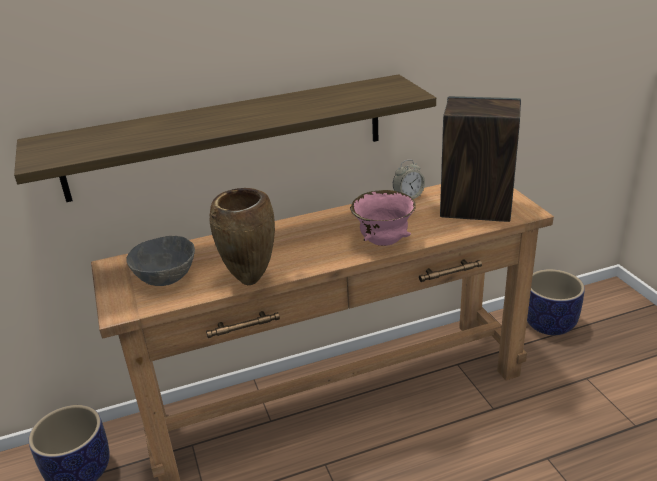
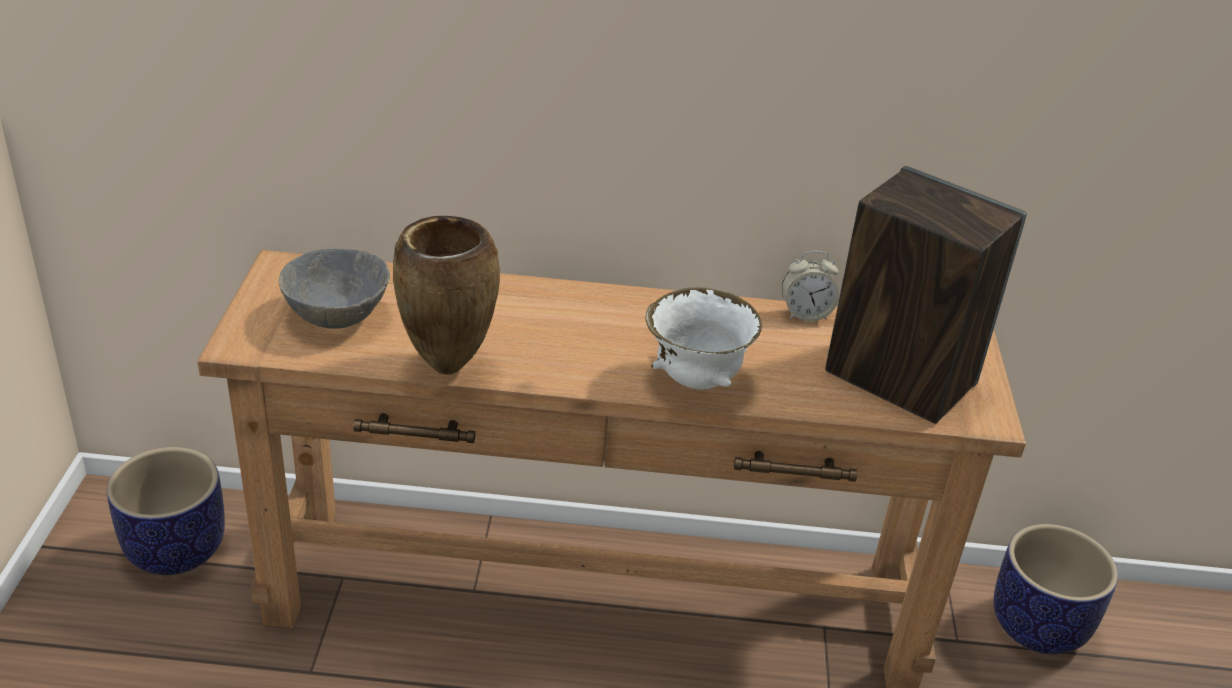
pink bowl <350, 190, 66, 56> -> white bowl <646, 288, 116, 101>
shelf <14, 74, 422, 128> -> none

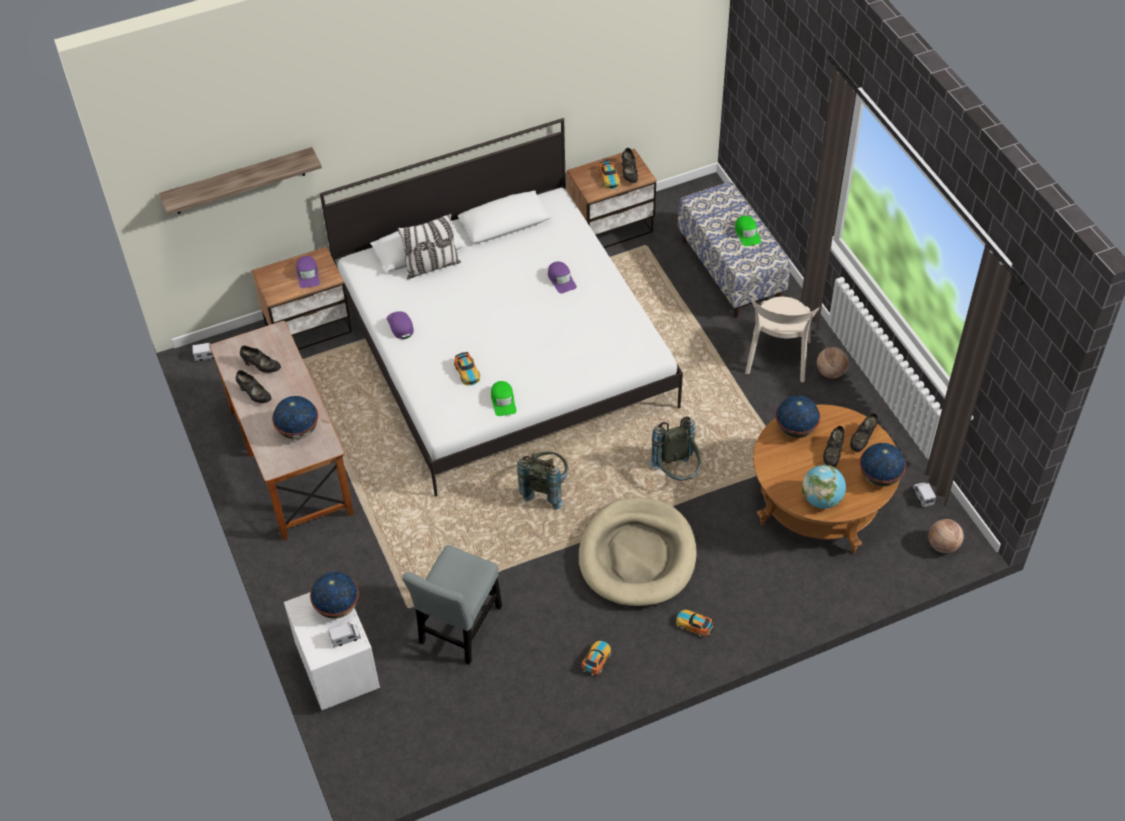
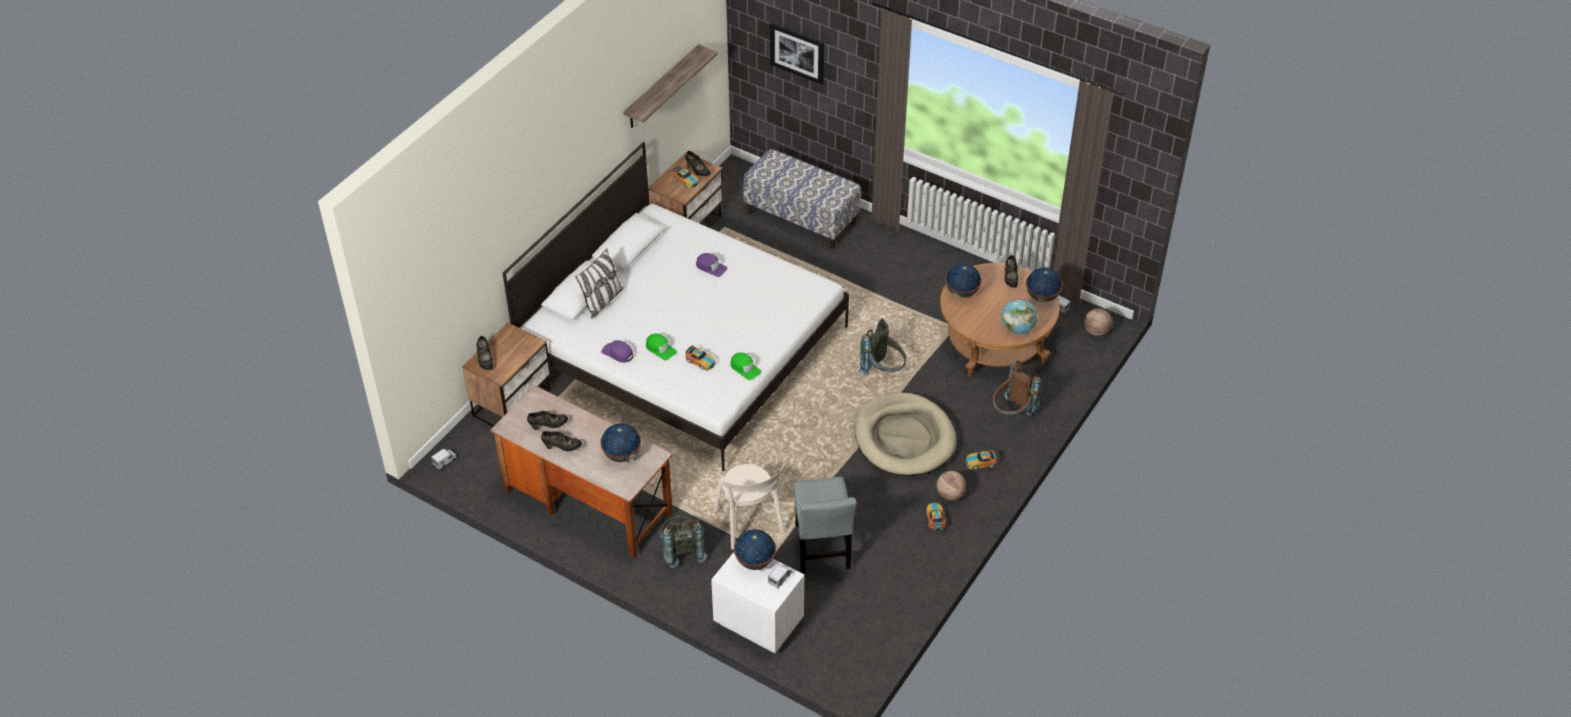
black shoe <823, 426, 21, 41> -> black shoe <477, 336, 16, 34>, relocated
shelf <159, 147, 163, 68> -> shelf <624, 44, 94, 84>, relocated
green cap <735, 215, 26, 31> -> green cap <646, 334, 31, 27>, relocated
grey backpack <517, 451, 51, 59> -> grey backpack <660, 516, 47, 52>, relocated
beige chair <745, 297, 74, 85> -> beige chair <714, 463, 71, 87>, relocated
none -> picture <770, 23, 54, 62>
basketball <817, 347, 31, 31> -> basketball <937, 471, 29, 30>, relocated
none -> brown backpack <993, 360, 49, 56>
purple cap <296, 256, 24, 32> -> none

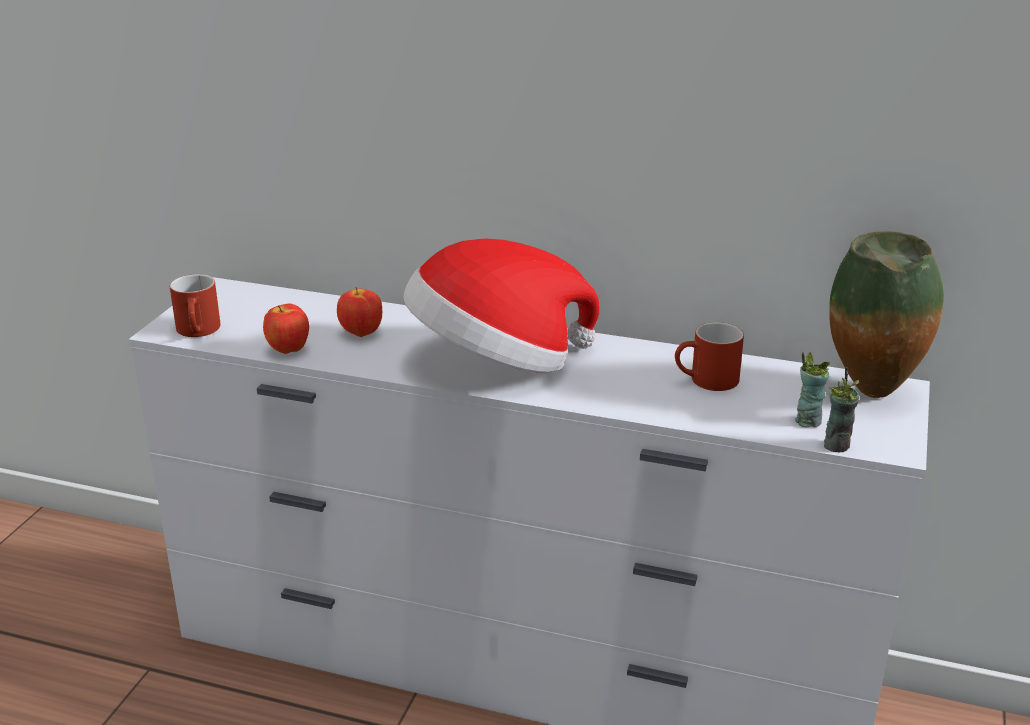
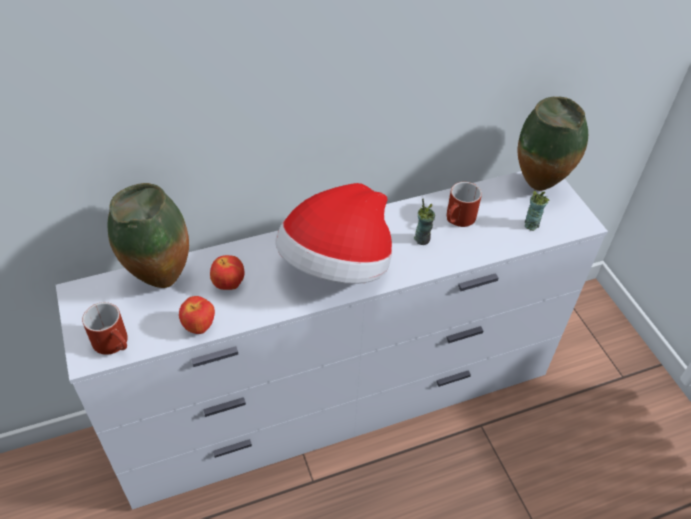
none -> vase <108, 183, 81, 105>
cup <824, 367, 36, 86> -> cup <414, 198, 21, 47>, relocated

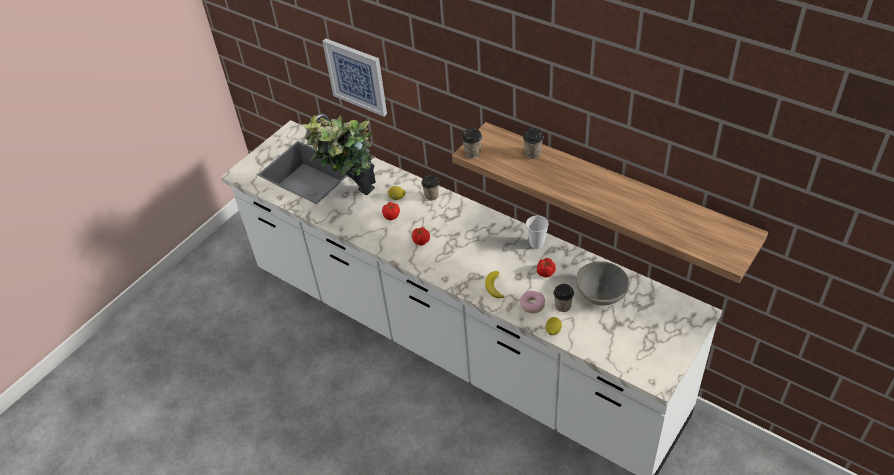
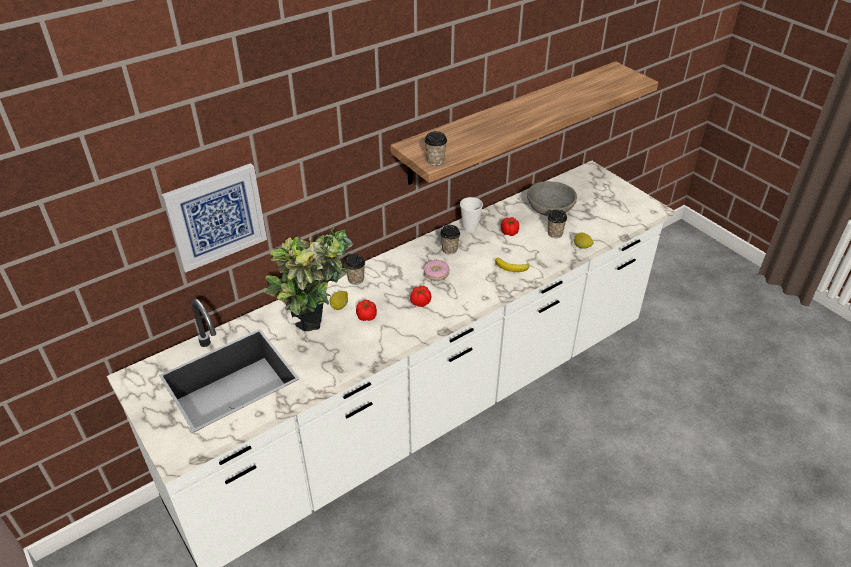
donut <520, 291, 25, 22> -> donut <423, 260, 26, 21>, relocated
cup <523, 128, 21, 31> -> cup <440, 225, 20, 30>, relocated

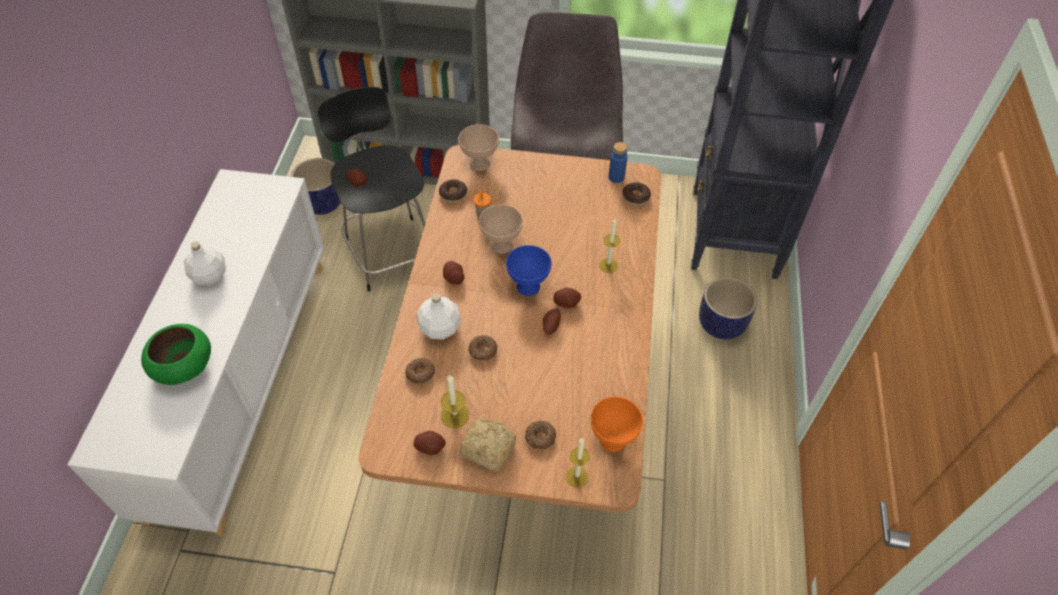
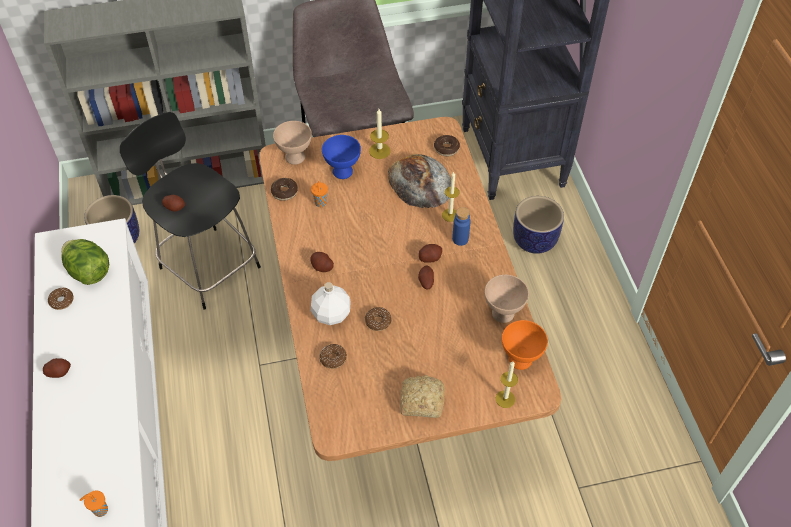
potato <414, 431, 32, 24> -> potato <43, 358, 28, 20>, relocated
donut <525, 421, 31, 29> -> donut <48, 288, 25, 22>, relocated
none -> lettuce <61, 239, 48, 46>
none -> orange cup <80, 491, 28, 26>
blue bowl <506, 245, 46, 51> -> blue bowl <322, 135, 39, 44>, relocated
candle <441, 375, 28, 53> -> candle <369, 109, 22, 50>, relocated
none -> bread <388, 154, 63, 54>
blue bottle <608, 142, 19, 41> -> blue bottle <452, 207, 19, 39>, relocated
beige bowl <479, 204, 44, 50> -> beige bowl <485, 274, 44, 49>, relocated
green bowl <141, 324, 70, 61> -> none
white bottle <184, 242, 42, 43> -> none

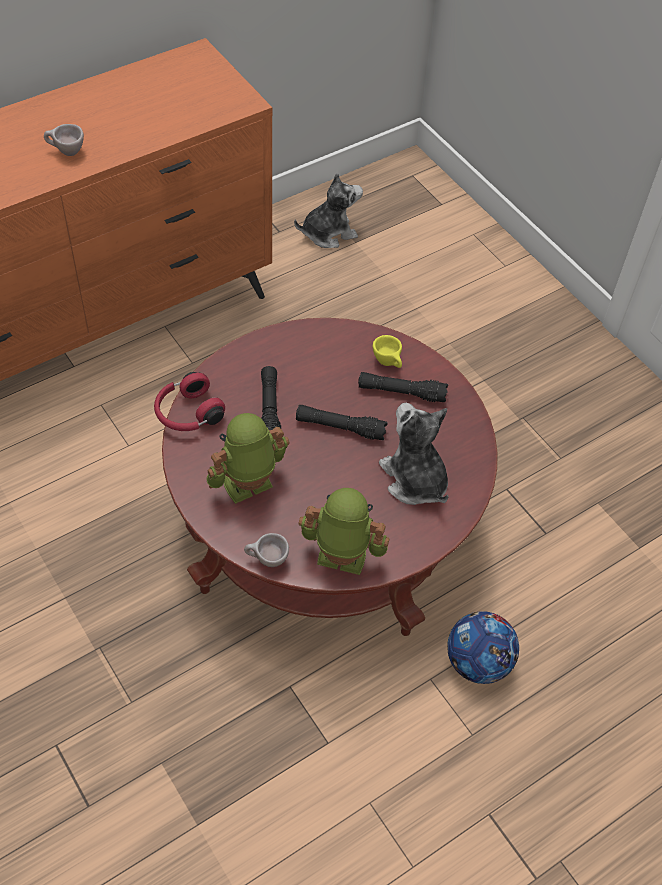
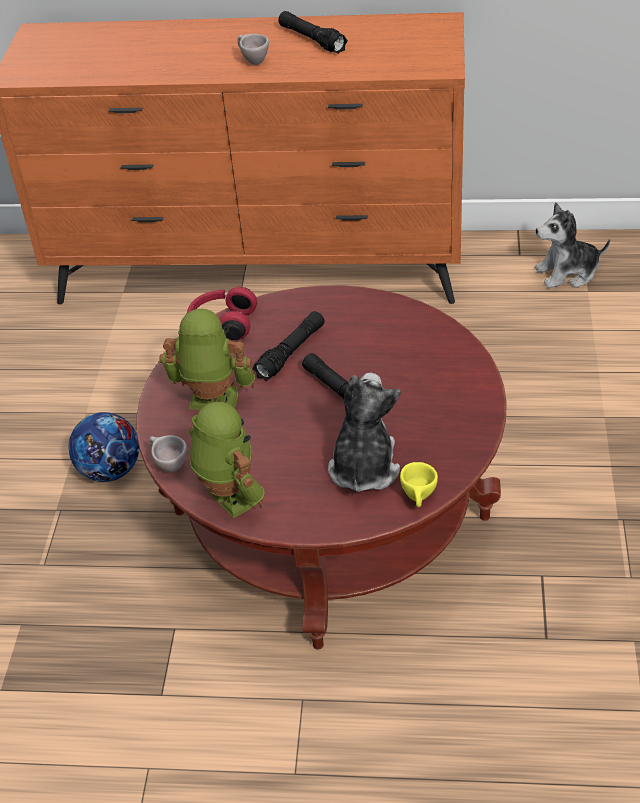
football <447, 611, 72, 73> -> football <69, 412, 70, 70>, relocated
black flashlight <358, 372, 90, 30> -> black flashlight <278, 11, 70, 43>, relocated
yellow cup <373, 335, 29, 33> -> yellow cup <400, 462, 38, 45>, relocated
plush toy <294, 173, 69, 75> -> plush toy <535, 202, 75, 86>, 150 degrees clockwise

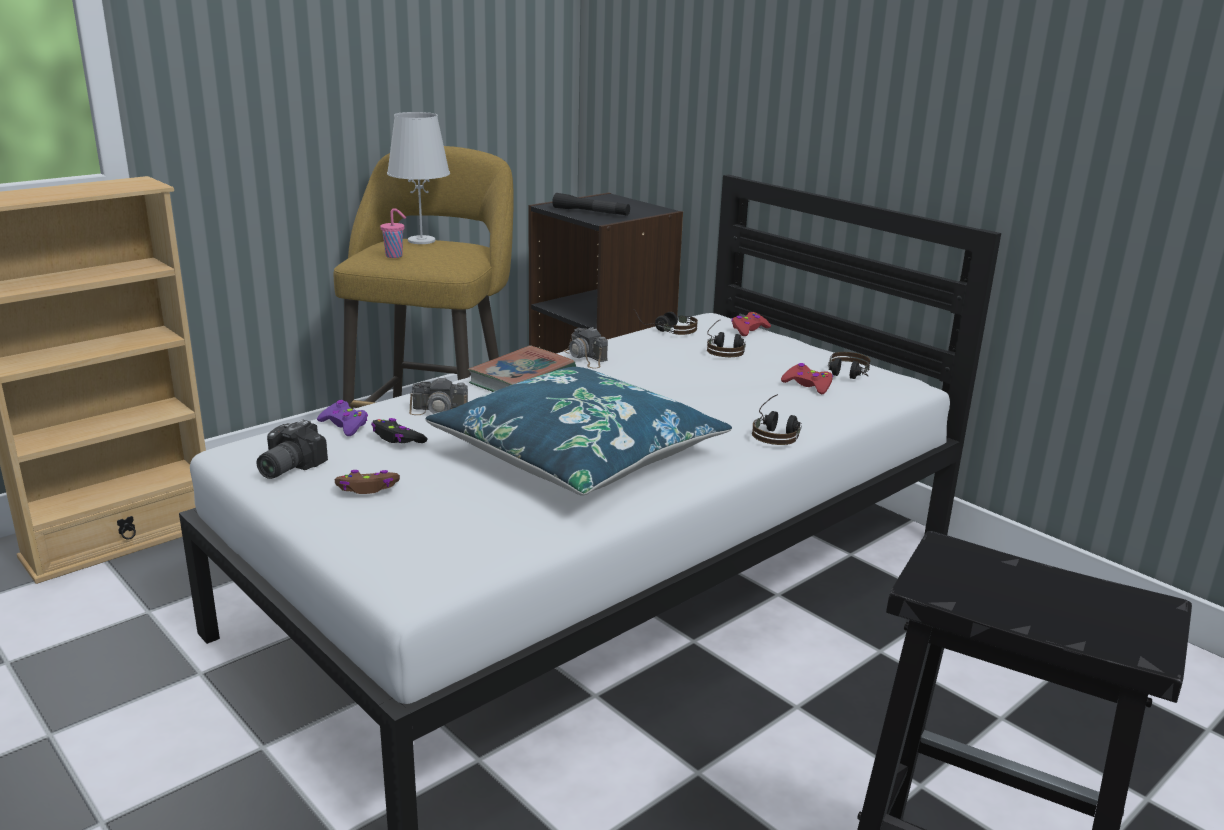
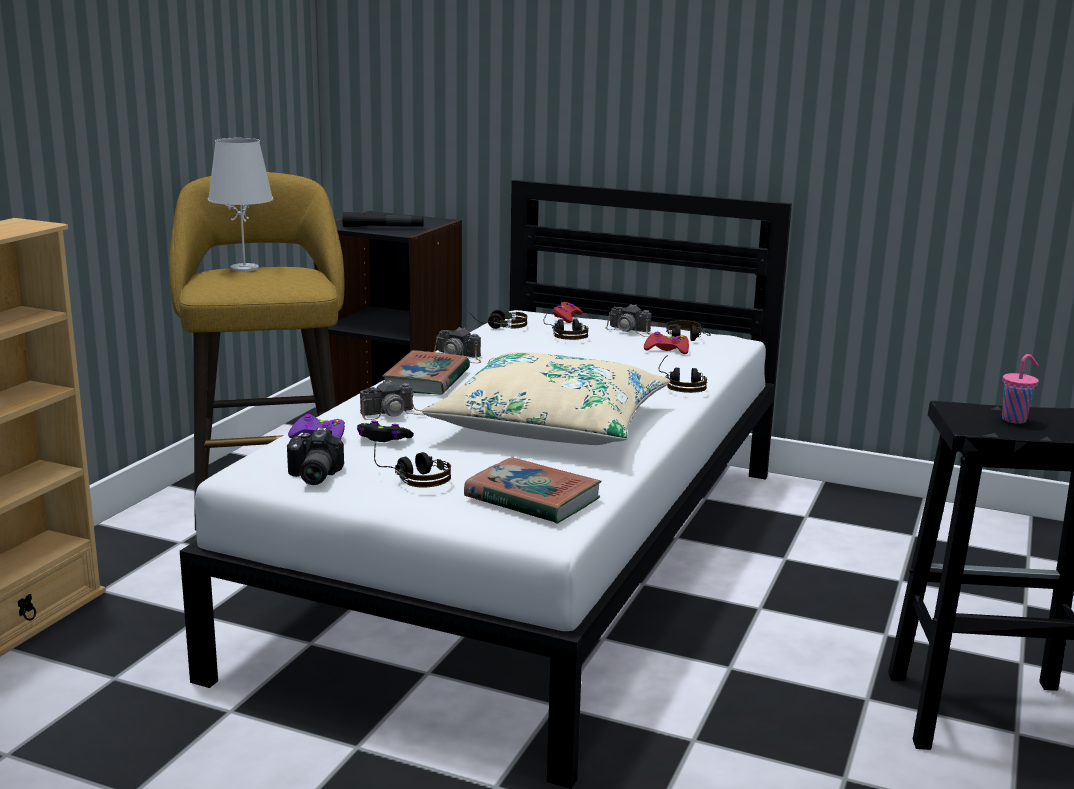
brown game controller <335, 470, 65, 24> -> headphones <374, 444, 77, 44>
blue pillow <425, 367, 307, 129> -> beige pillow <422, 352, 248, 93>
none -> book <464, 457, 138, 67>
none -> photo camera <605, 304, 46, 33>
pink cup <380, 208, 26, 50> -> pink cup <1002, 354, 37, 70>, relocated

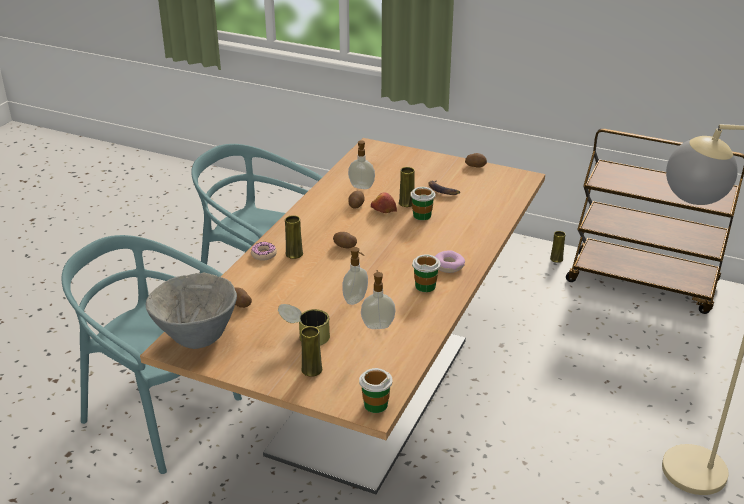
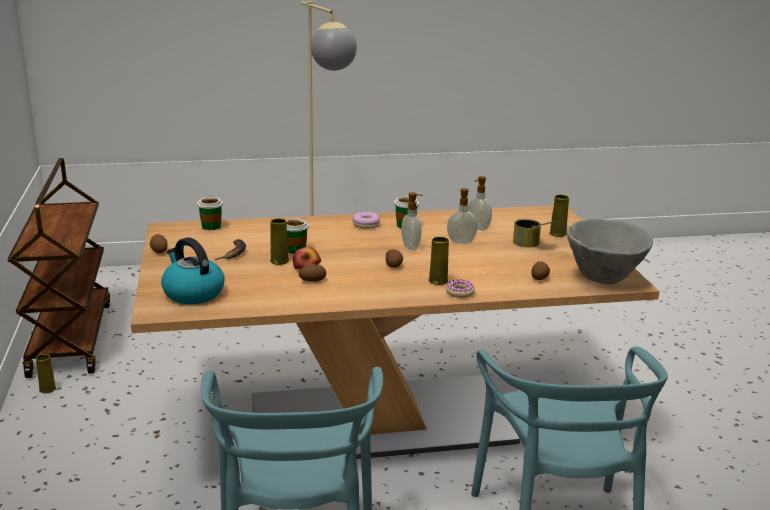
none -> kettle <161, 237, 64, 67>
cup <359, 368, 34, 45> -> cup <197, 195, 26, 35>, relocated
soap dispenser <348, 140, 27, 49> -> soap dispenser <401, 192, 22, 58>, relocated

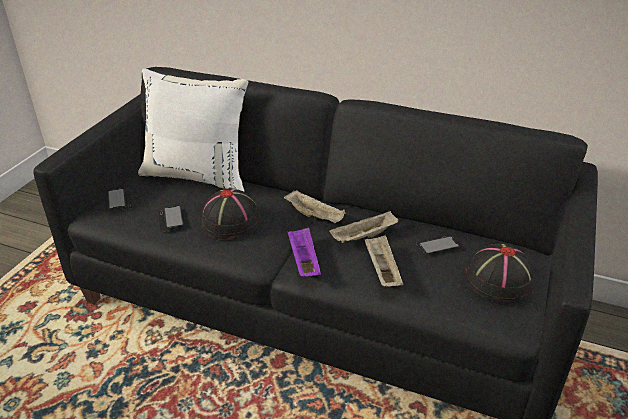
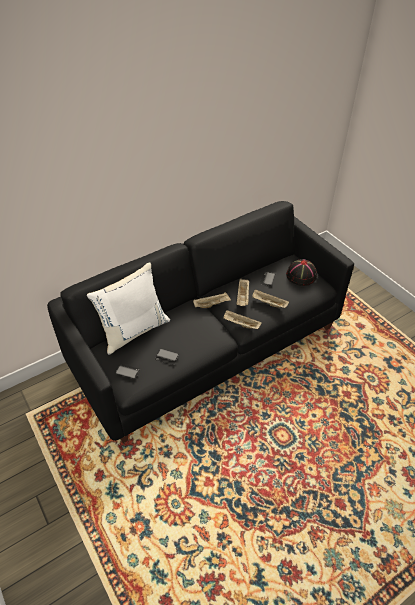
purple tray <287, 227, 34, 50> -> beige tray <223, 310, 39, 19>
black hat <202, 188, 59, 51> -> none

